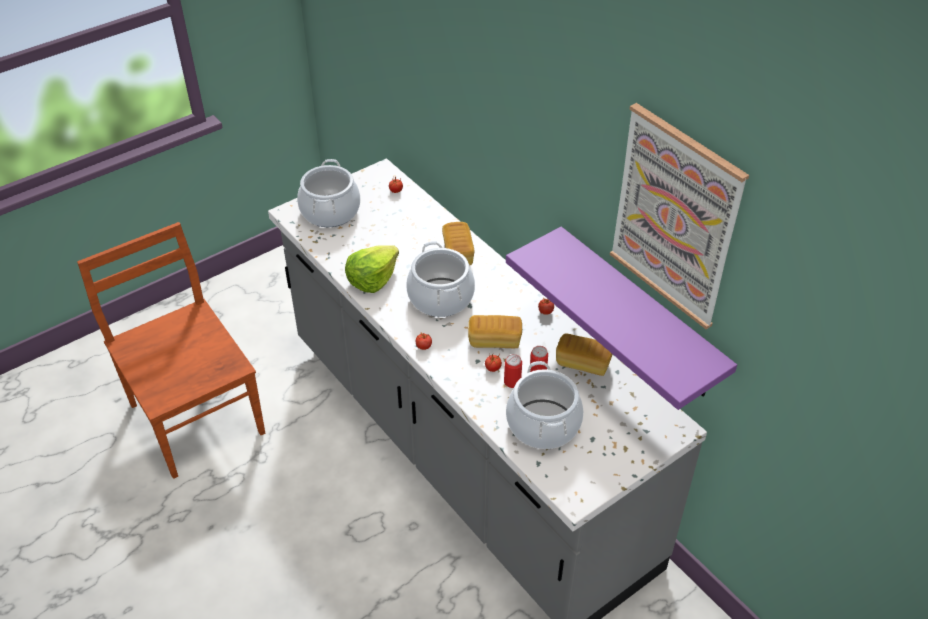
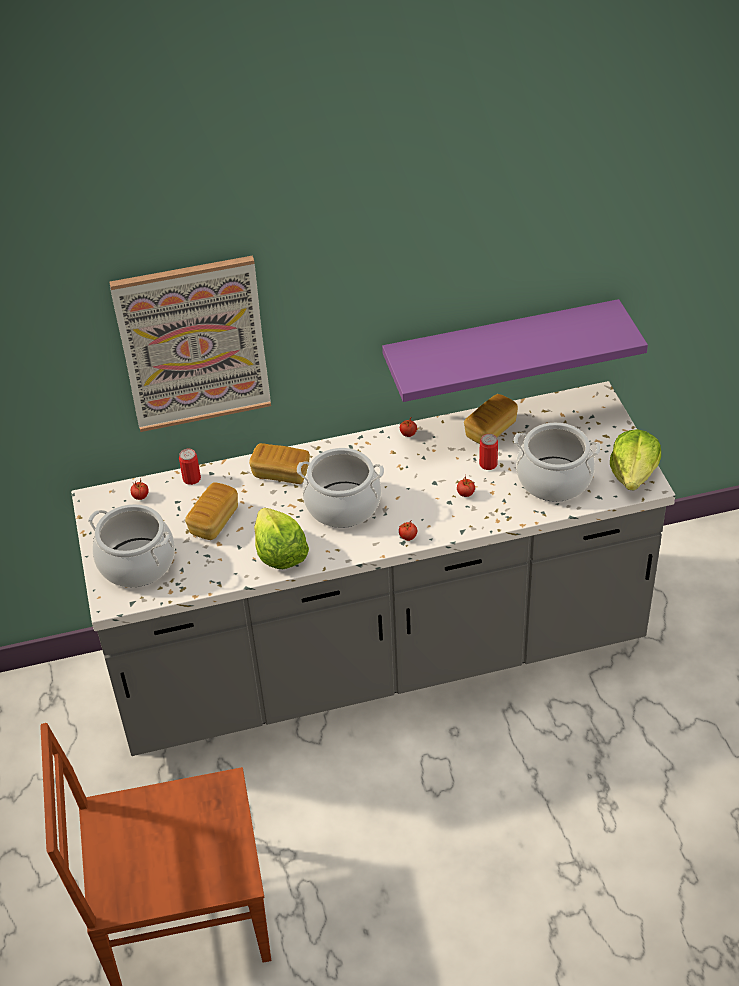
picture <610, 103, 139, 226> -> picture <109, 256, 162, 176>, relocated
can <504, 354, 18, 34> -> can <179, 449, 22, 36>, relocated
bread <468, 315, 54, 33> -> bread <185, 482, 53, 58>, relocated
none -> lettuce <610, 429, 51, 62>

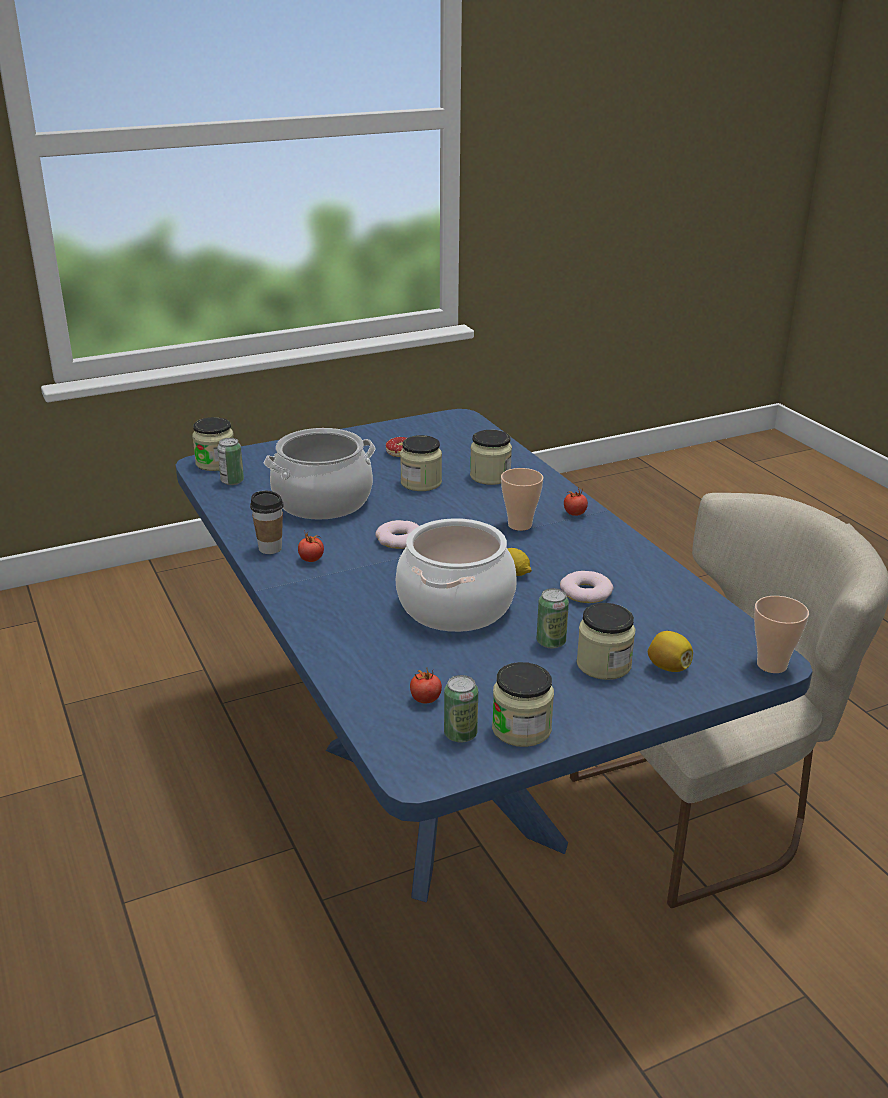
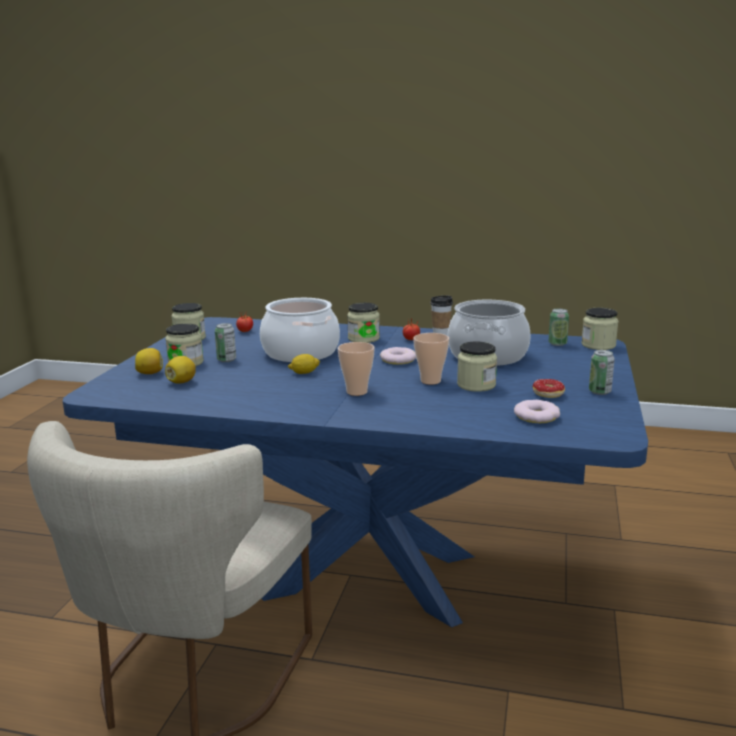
none -> lemon <165, 356, 31, 28>
jar <470, 430, 42, 55> -> jar <347, 303, 33, 40>, relocated
cup <754, 596, 55, 77> -> cup <413, 333, 36, 52>, relocated
donut <560, 571, 53, 32> -> donut <514, 400, 46, 23>, relocated
can <444, 675, 34, 68> -> can <589, 350, 26, 45>, relocated
tomato <564, 488, 24, 28> -> none

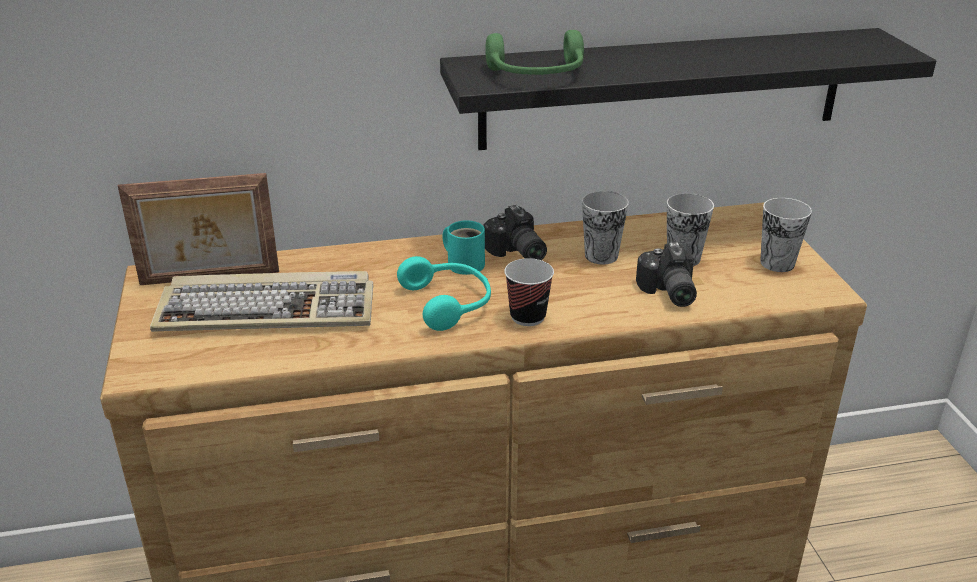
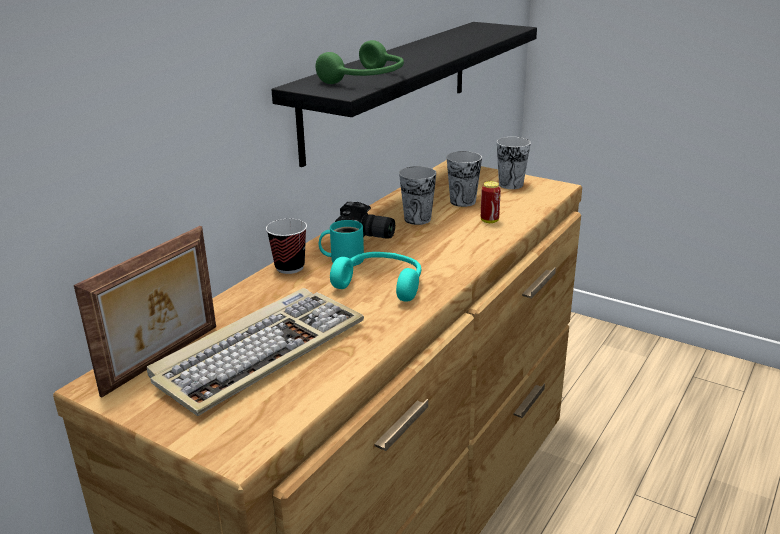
cup <504, 258, 50, 68> -> cup <266, 219, 41, 55>, relocated
photo camera <636, 242, 61, 65> -> can <481, 181, 20, 42>

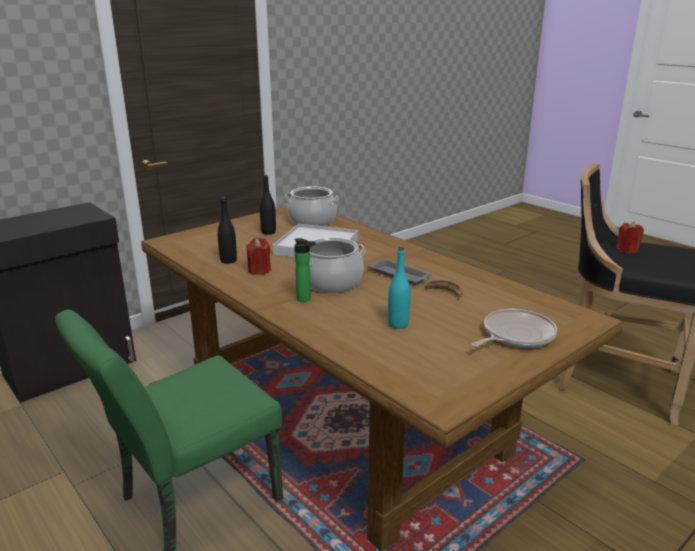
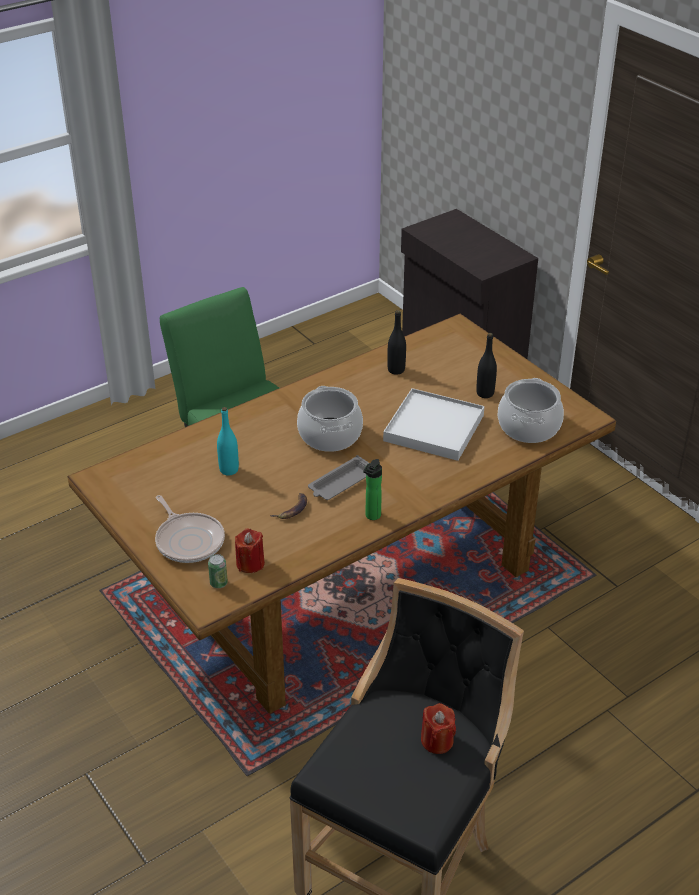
none -> can <208, 554, 20, 34>
red candle <246, 237, 25, 38> -> red candle <235, 529, 30, 44>, relocated
bottle <294, 238, 22, 64> -> bottle <363, 459, 19, 61>, relocated

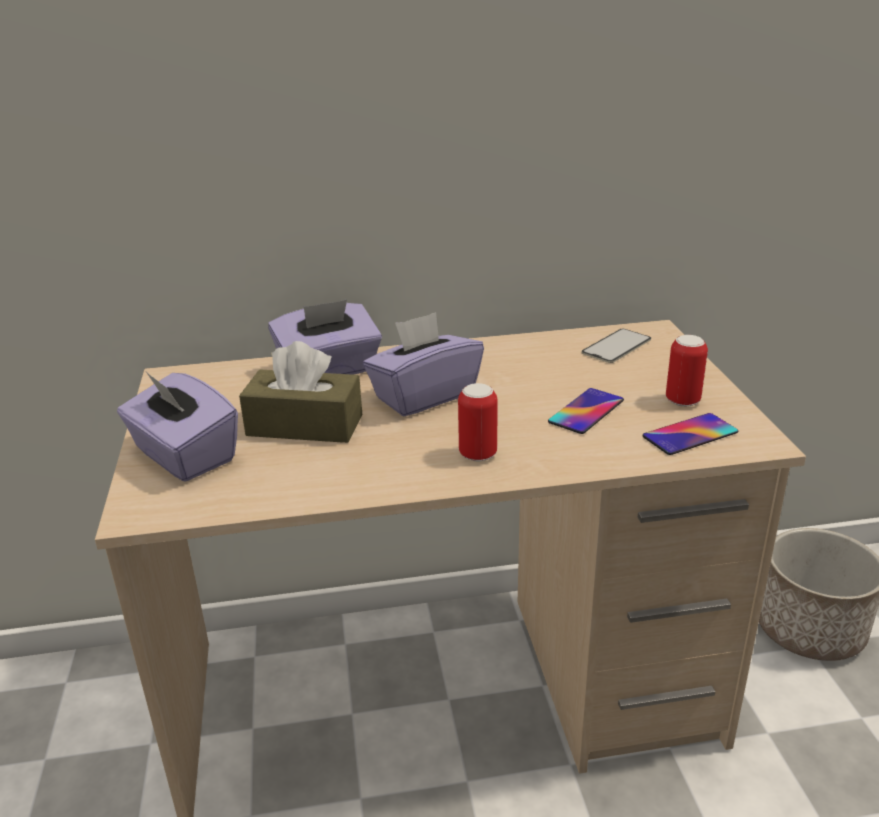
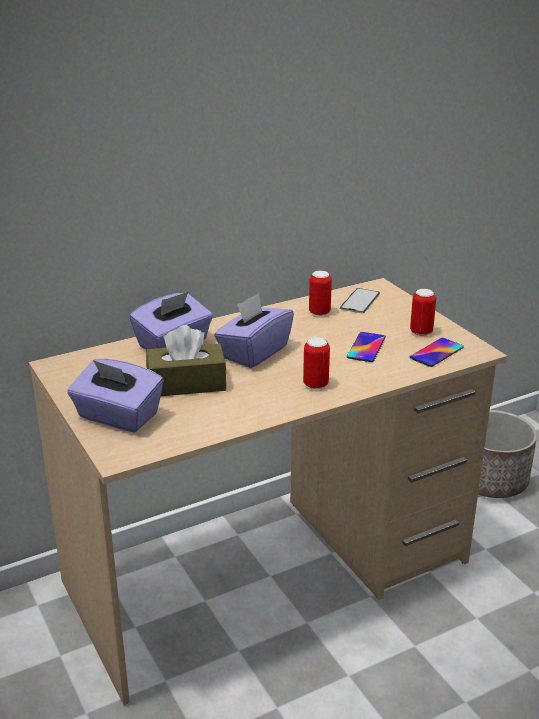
none -> can <309, 270, 23, 46>

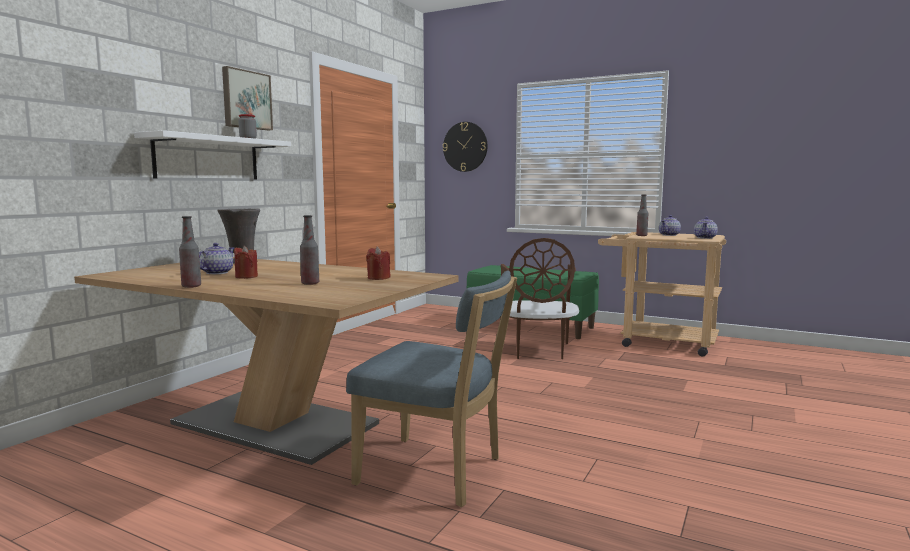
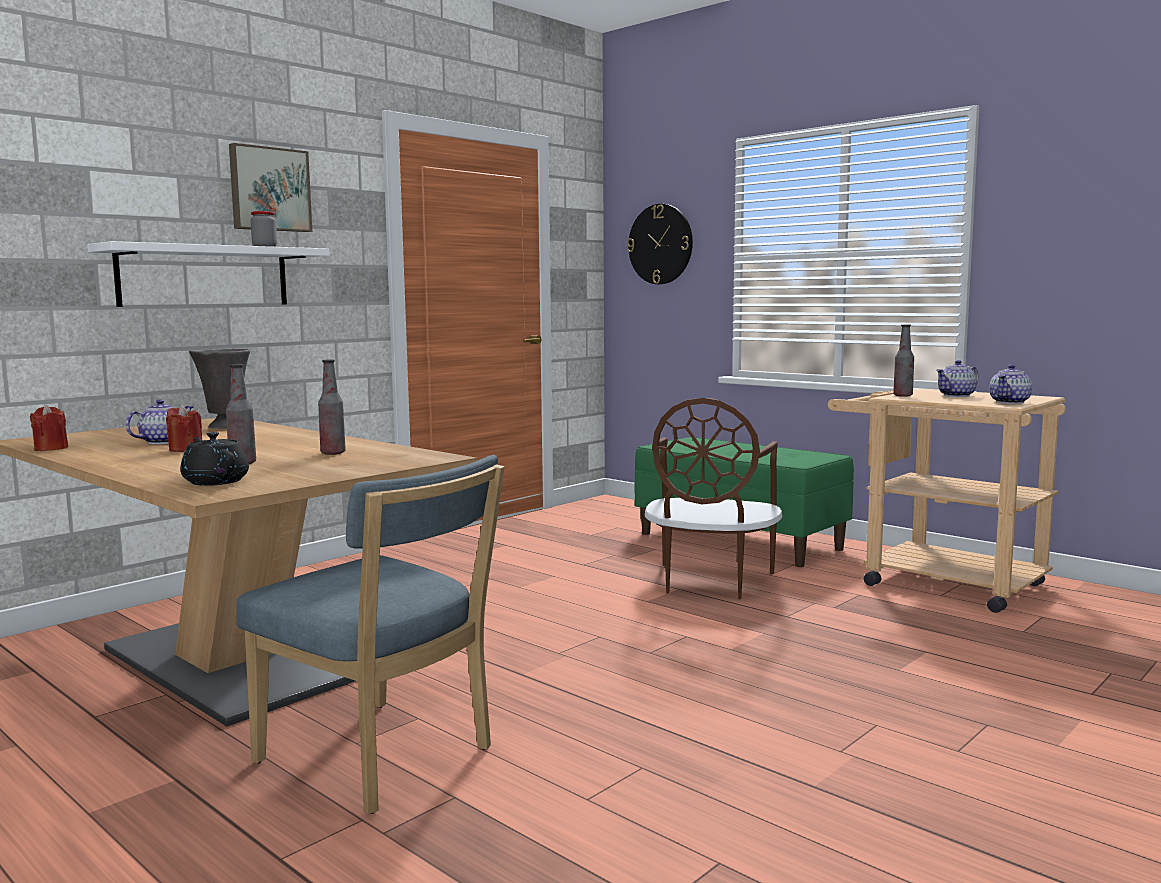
red candle <366, 246, 24, 34> -> red candle <30, 405, 38, 46>, relocated
none -> black teapot <180, 432, 69, 54>
bottle <179, 216, 22, 72> -> bottle <318, 359, 28, 96>, relocated

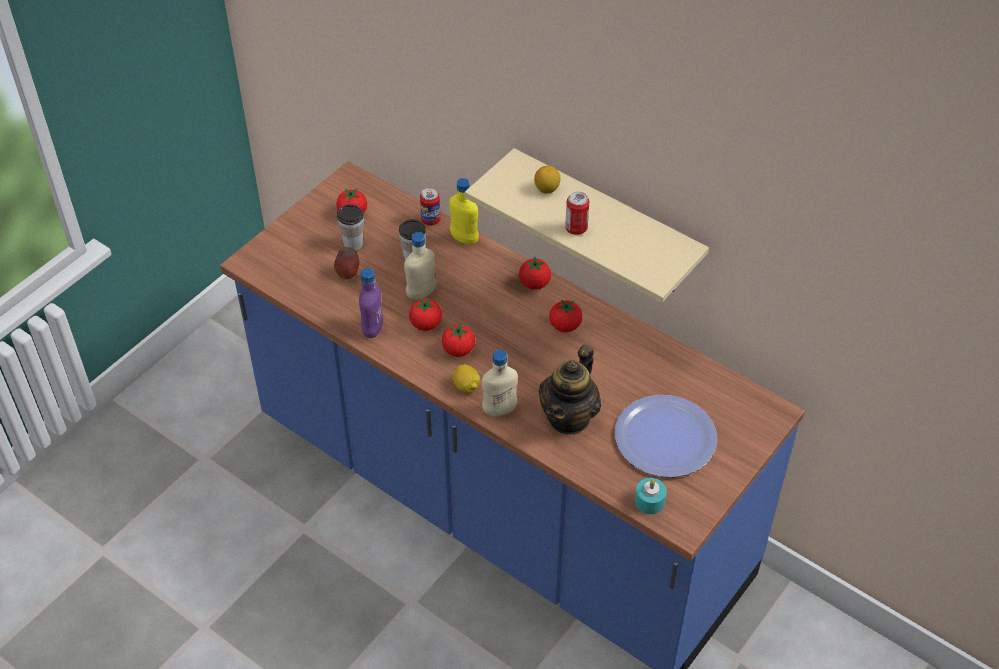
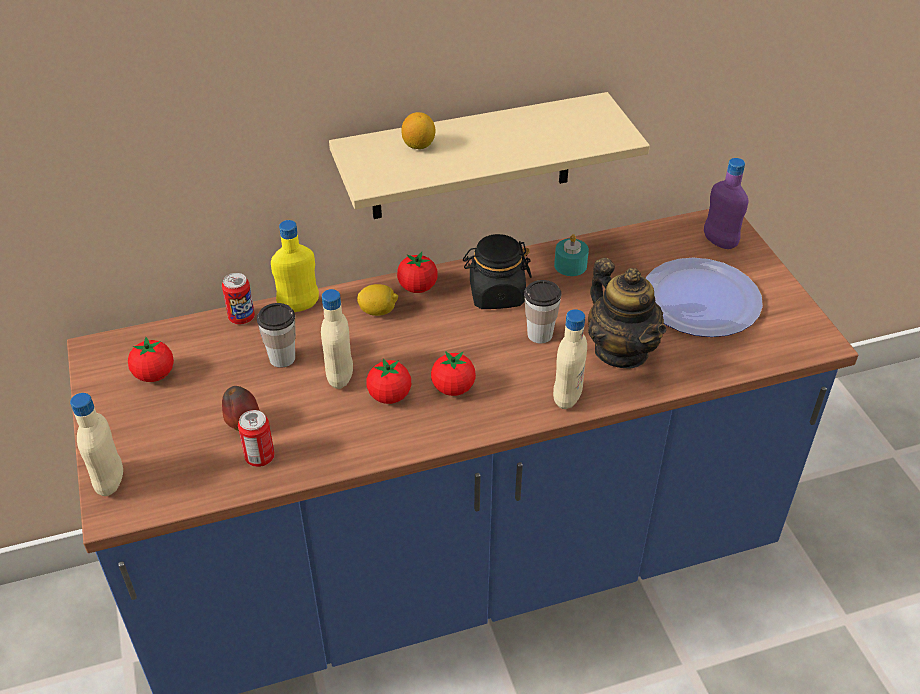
none -> beige bottle <70, 393, 53, 103>
can <565, 192, 24, 43> -> can <238, 410, 37, 57>, relocated
lemon <452, 365, 28, 28> -> lemon <357, 284, 41, 32>, relocated
tomato <549, 299, 33, 33> -> black jar <463, 234, 69, 75>
cup <337, 204, 27, 46> -> cup <524, 280, 37, 63>, relocated
turquoise candle <635, 478, 32, 36> -> turquoise candle <554, 234, 35, 42>, relocated
purple bottle <359, 268, 24, 70> -> purple bottle <704, 158, 45, 91>, relocated

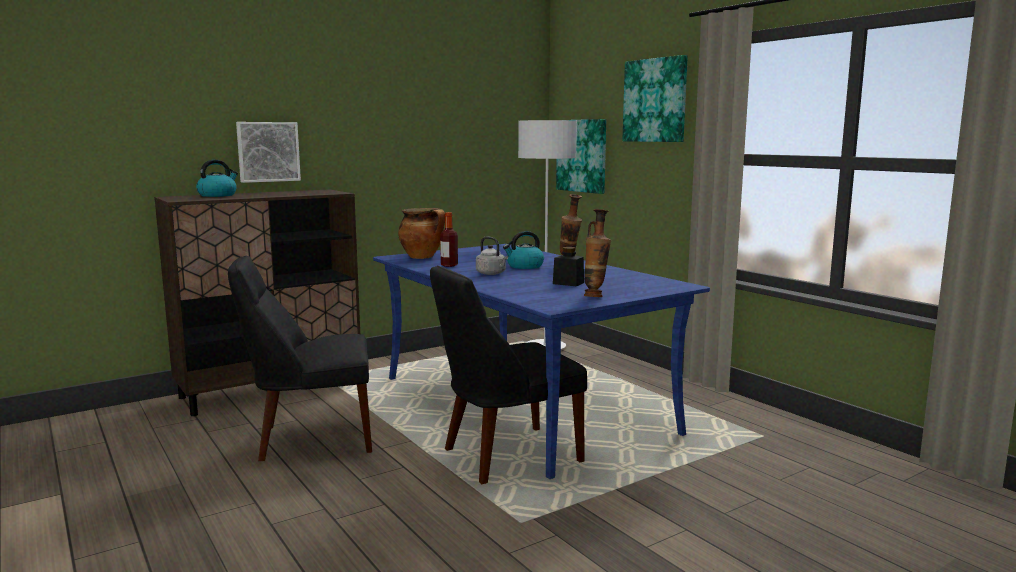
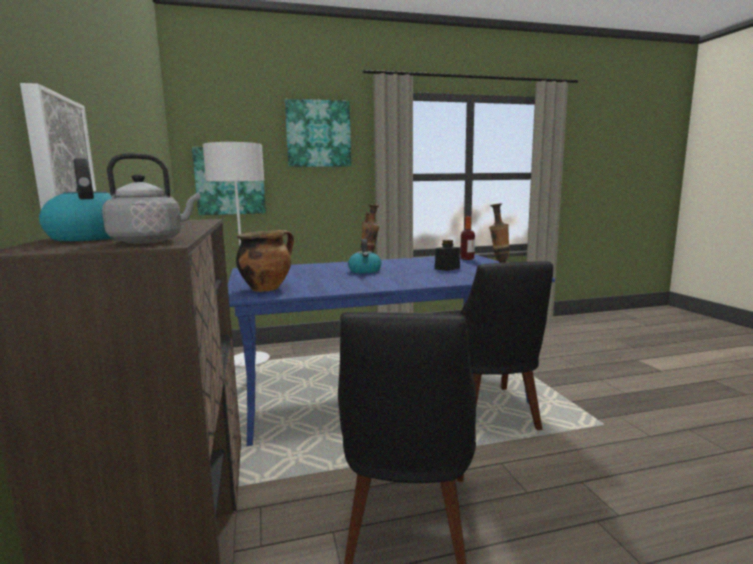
grey kettle <476, 236, 32, 39> -> grey kettle <102, 153, 98, 91>, relocated
bottle <440, 212, 18, 55> -> bottle <460, 216, 15, 44>, relocated

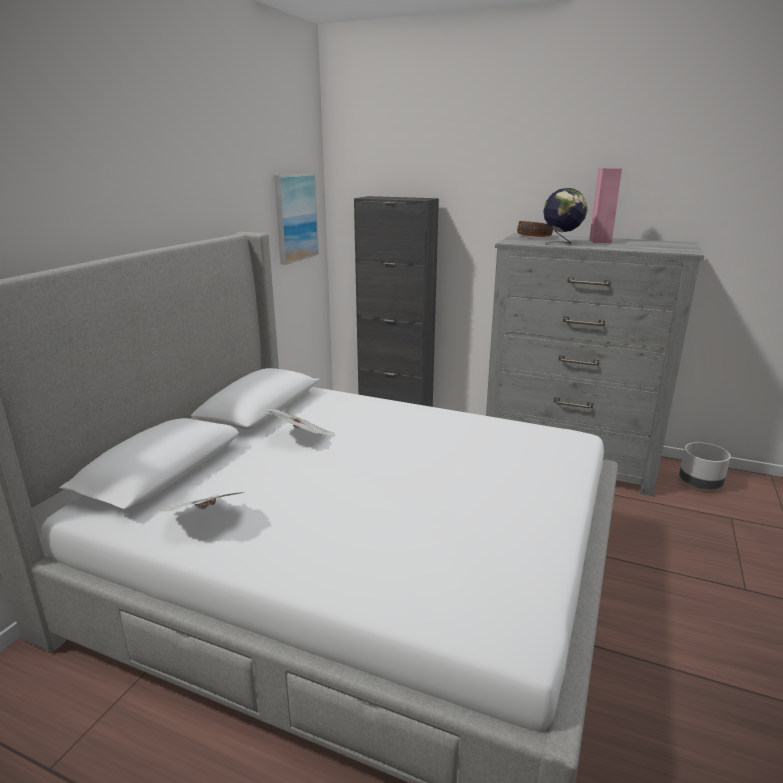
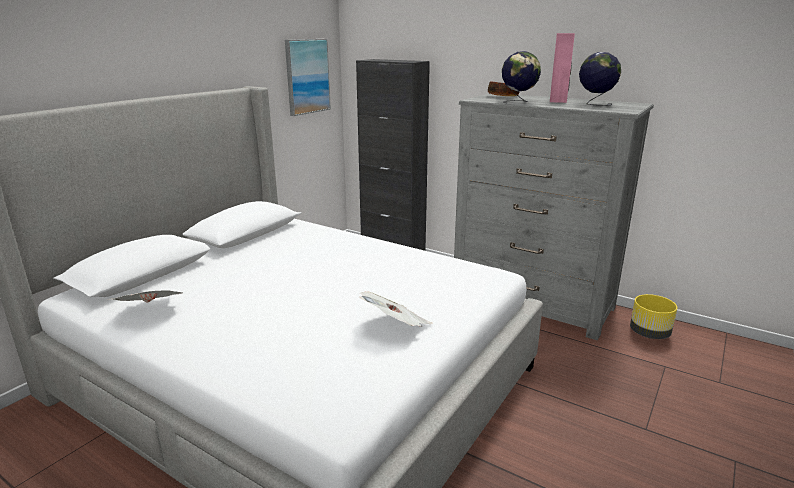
newspaper <265, 409, 69, 26> -> newspaper <359, 292, 74, 35>, relocated
none -> globe <579, 52, 42, 54>
grey planter <679, 442, 52, 47> -> yellow planter <630, 294, 47, 45>

